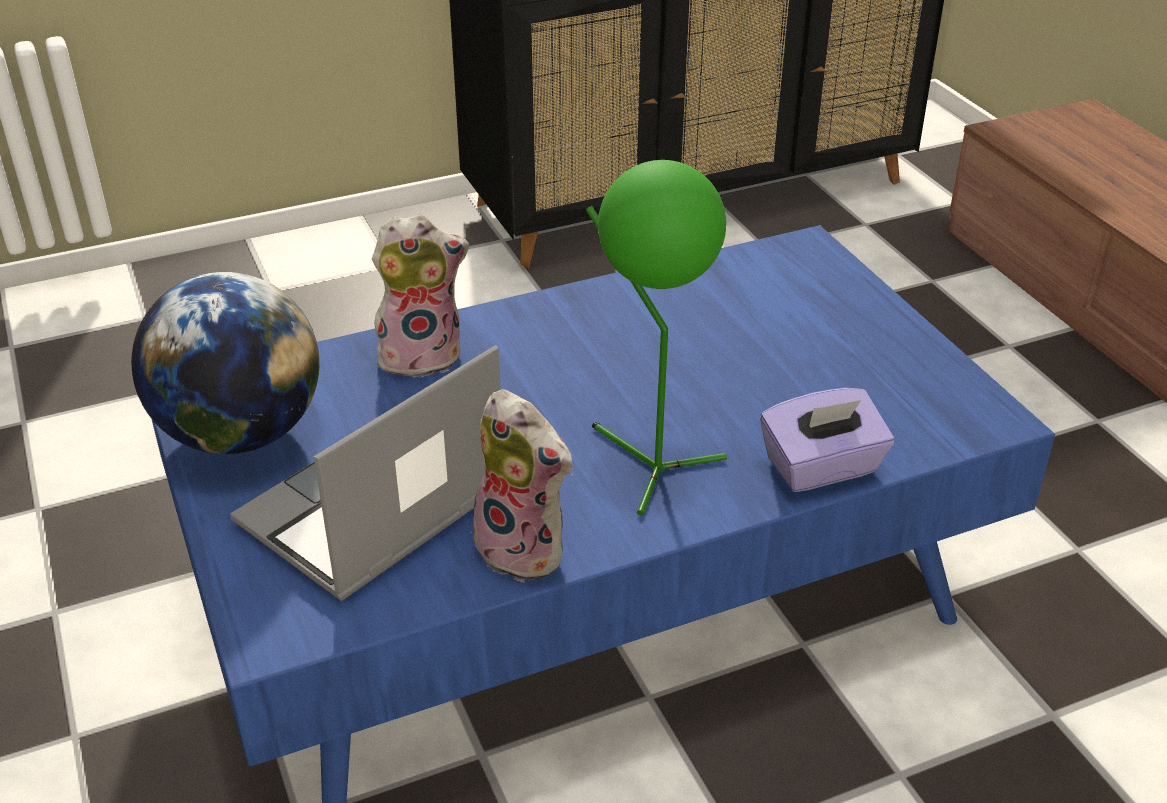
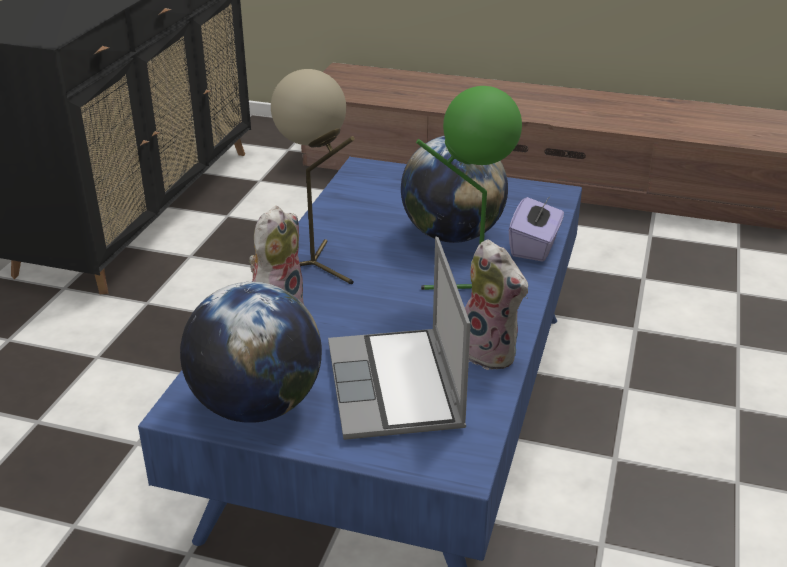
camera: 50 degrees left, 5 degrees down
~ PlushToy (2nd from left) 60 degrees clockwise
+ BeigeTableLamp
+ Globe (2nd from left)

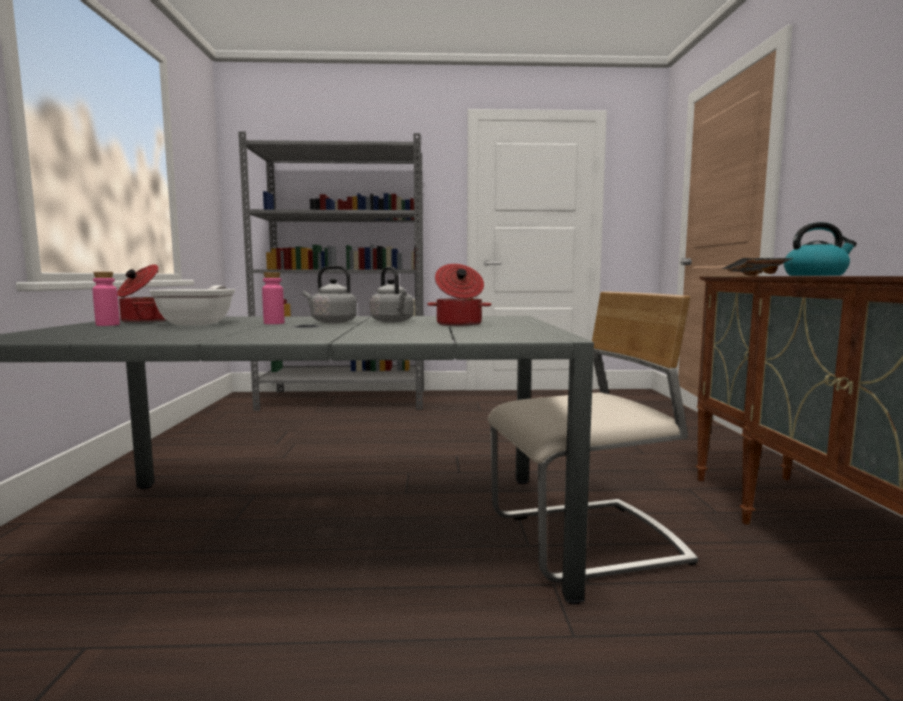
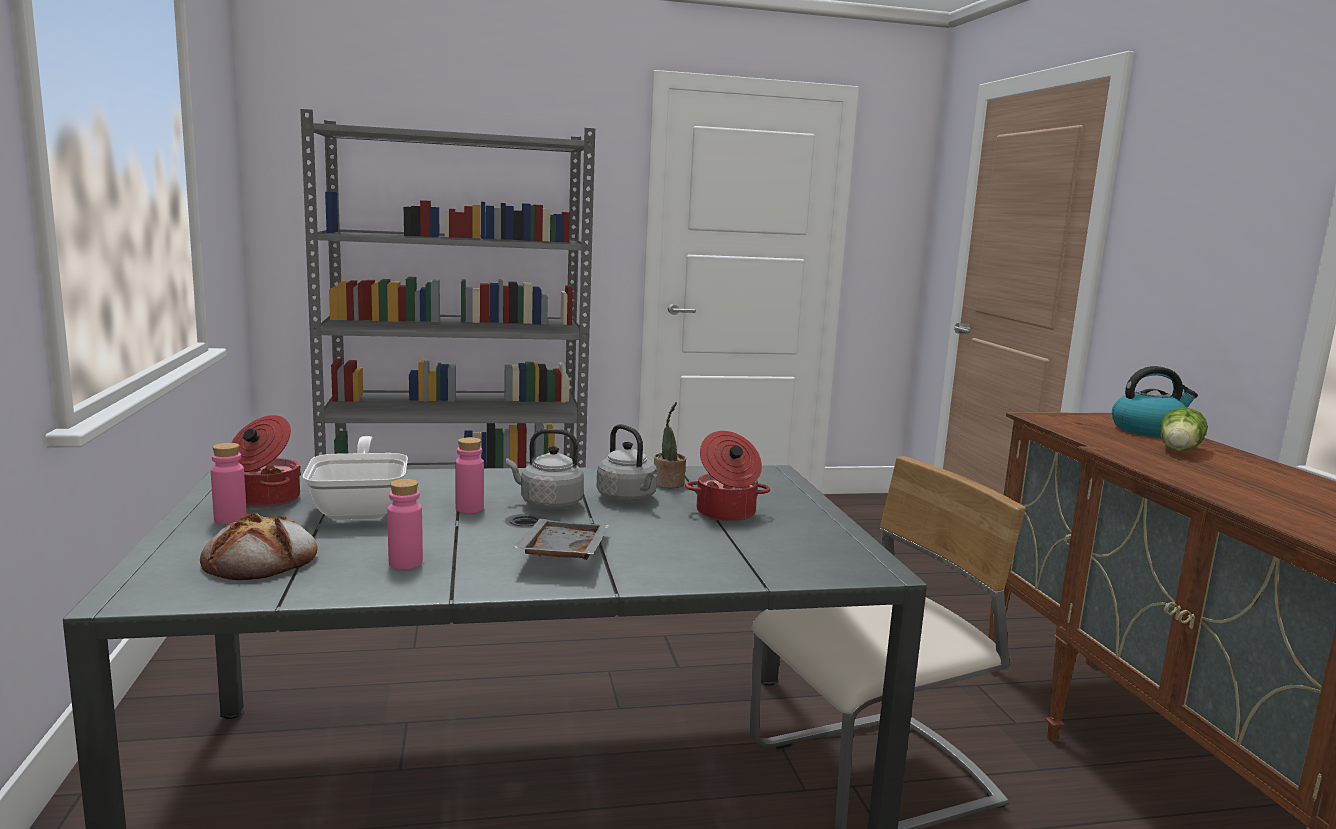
camera: 10 degrees left, 5 degrees up
~ GreyTray
+ PottedPlant
+ Lettuce
+ PinkBottle (2nd from left)
+ Bread

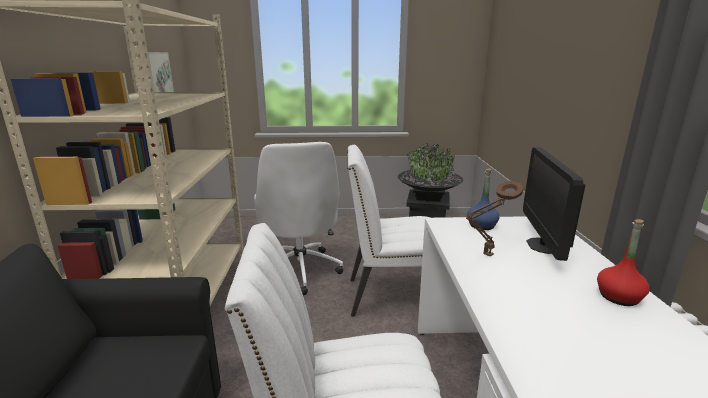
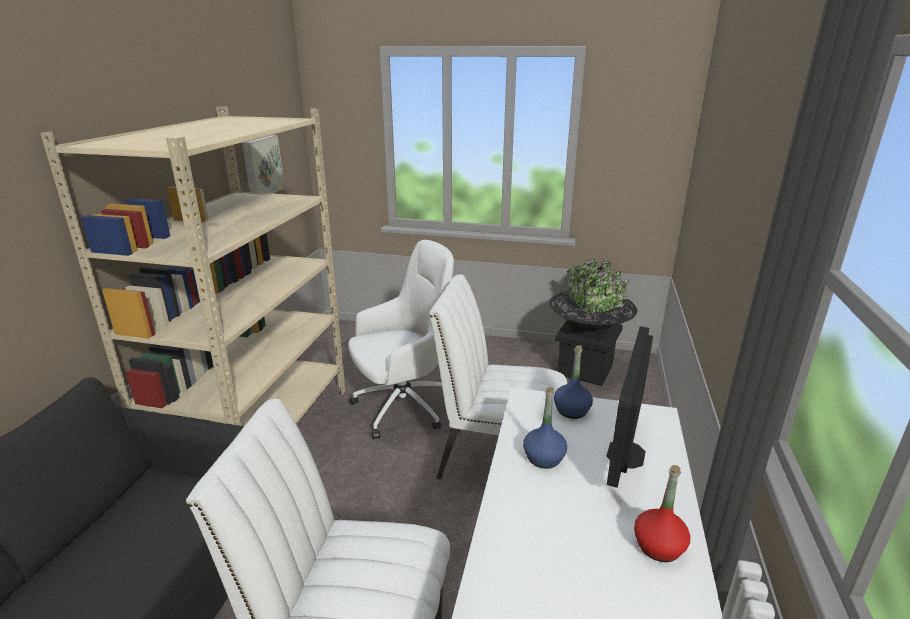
camera: 15 degrees right, 5 degrees up
~ WhiteOfficeChair 120 degrees counterclockwise
~ BrownTableLamp to BlueBottle (1st from left)

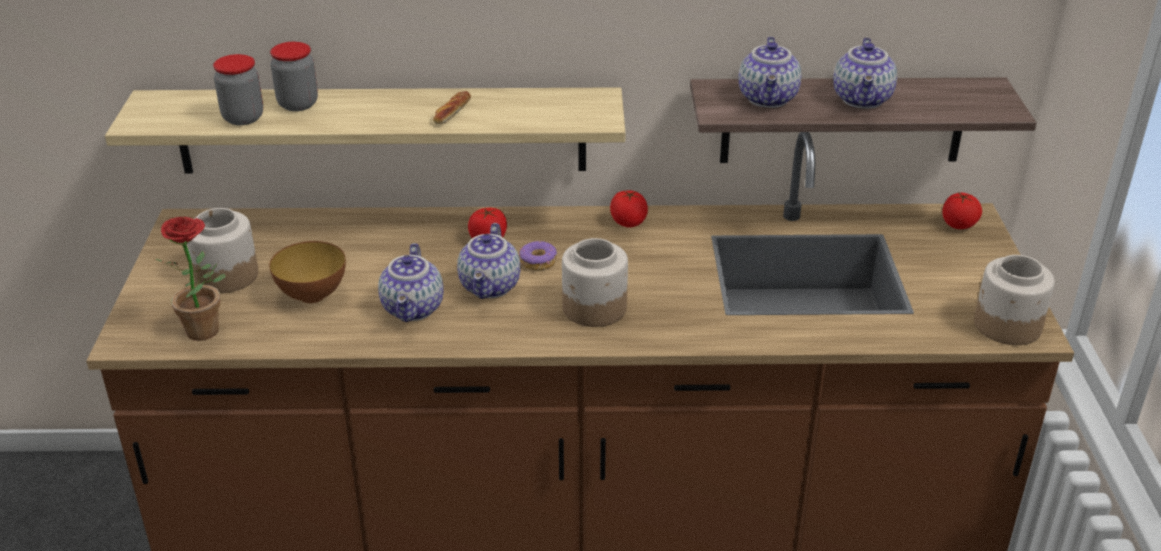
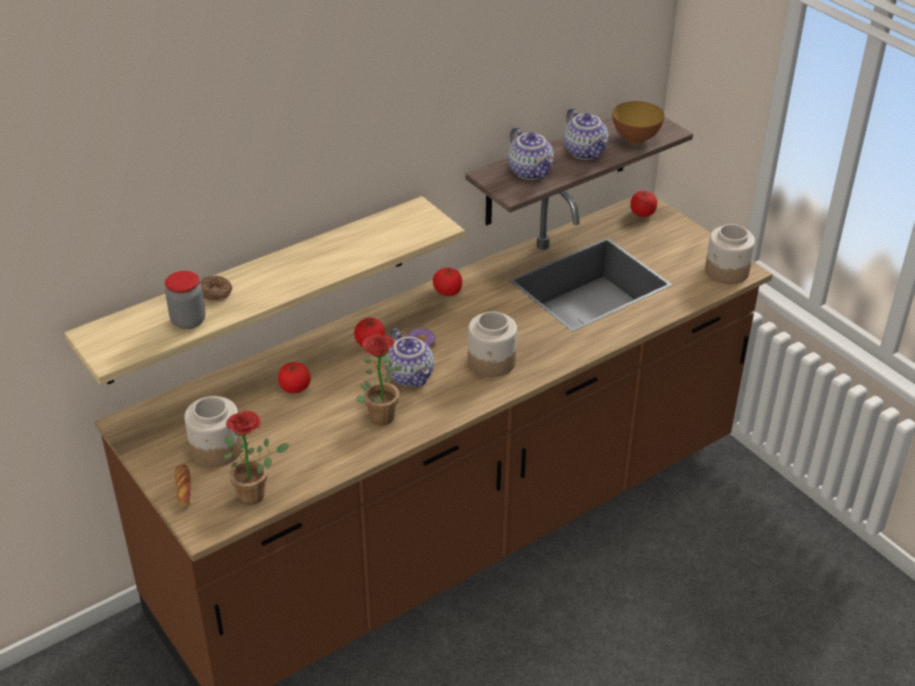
camera: 35 degrees left, 5 degrees up
~ Jar (3rd from left) to Donut (1st from left)
~ Bread
~ Bowl
~ Teapot (1st from left) to PottedPlant (2nd from left)
+ Tomato (1st from left)

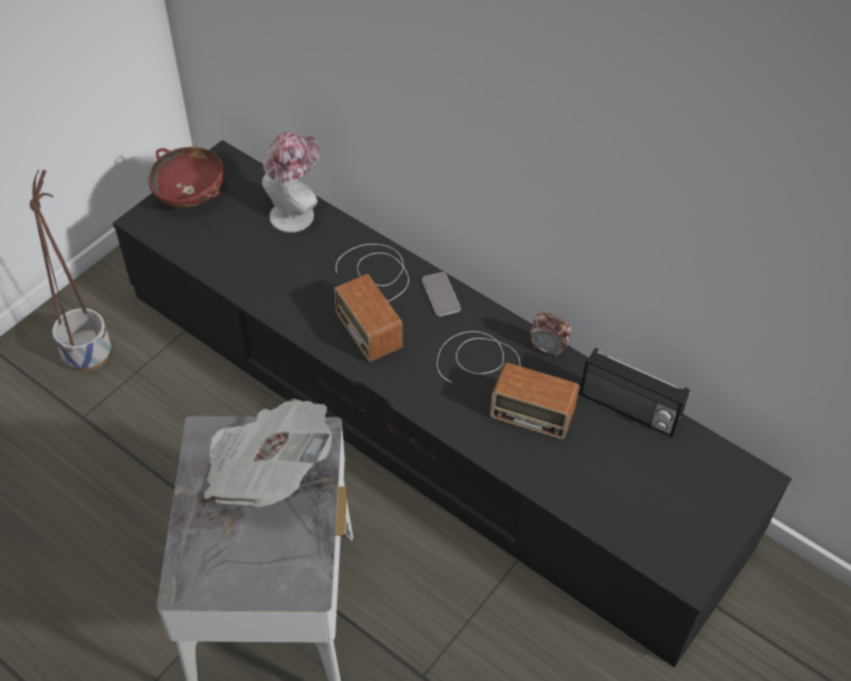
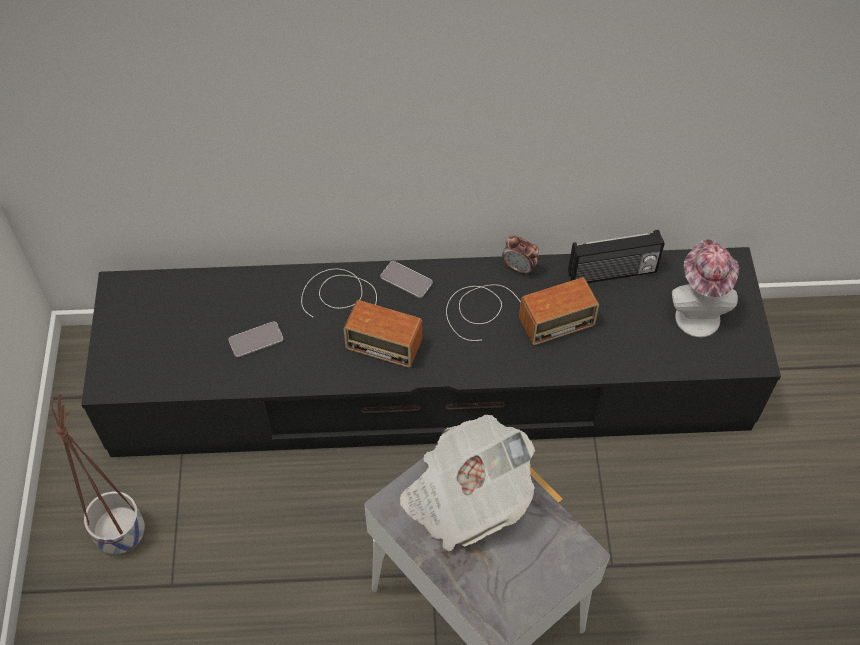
camera: 40 degrees left, 5 degrees up
~ Hat
- RedBowl
~ AlarmClock 45 degrees clockwise
+ Phone (1st from left)

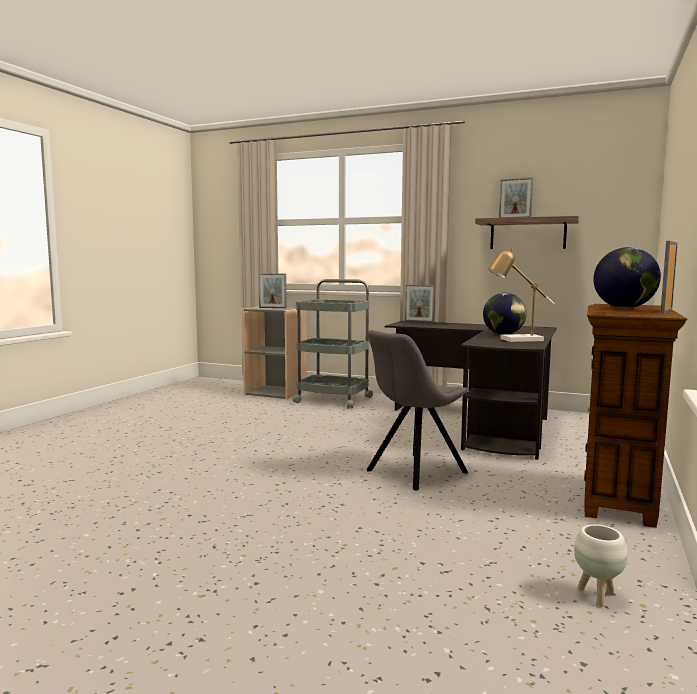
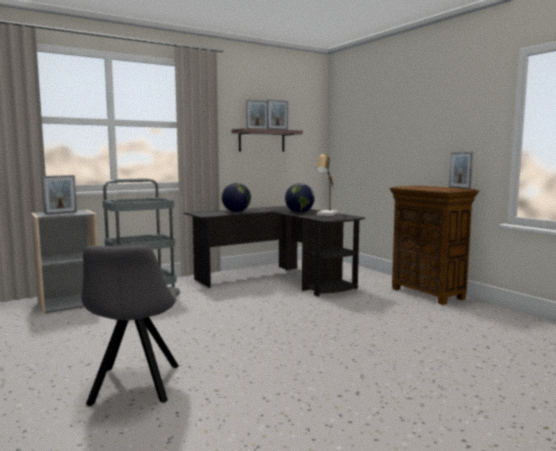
camera: 55 degrees left, 0 degrees up
~ Globe (2nd from left in the first image) to Globe (1st from left)
~ PictureFrame (2nd from left in the first image) to PictureFrame (3rd from left)
~ GreyChair
- WhitePlanter

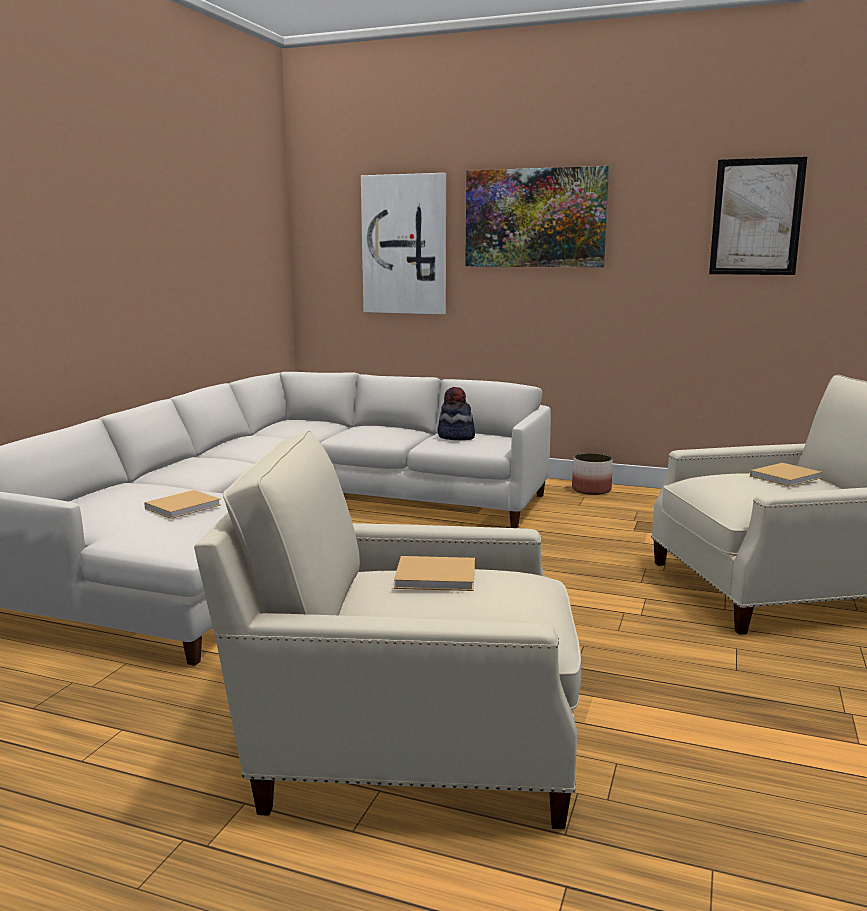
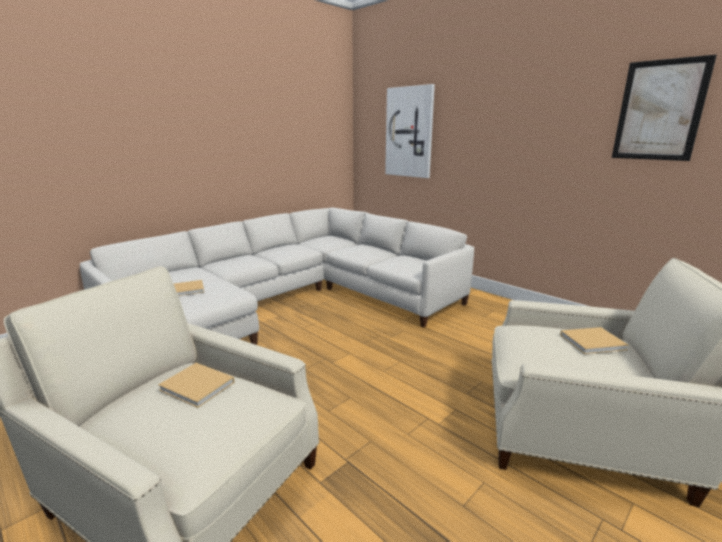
camera: 25 degrees right, 5 degrees up
- Picture (2nd from left)
- Hat
- Planter

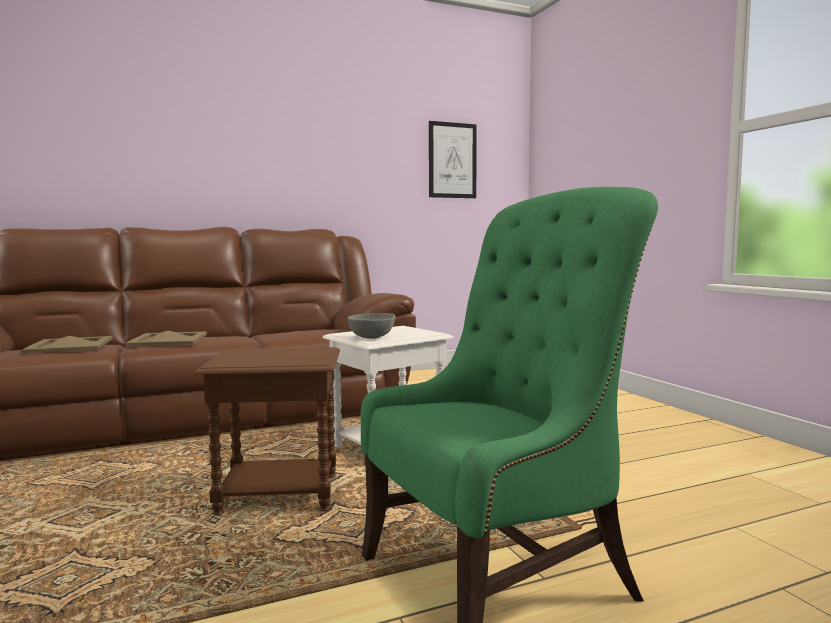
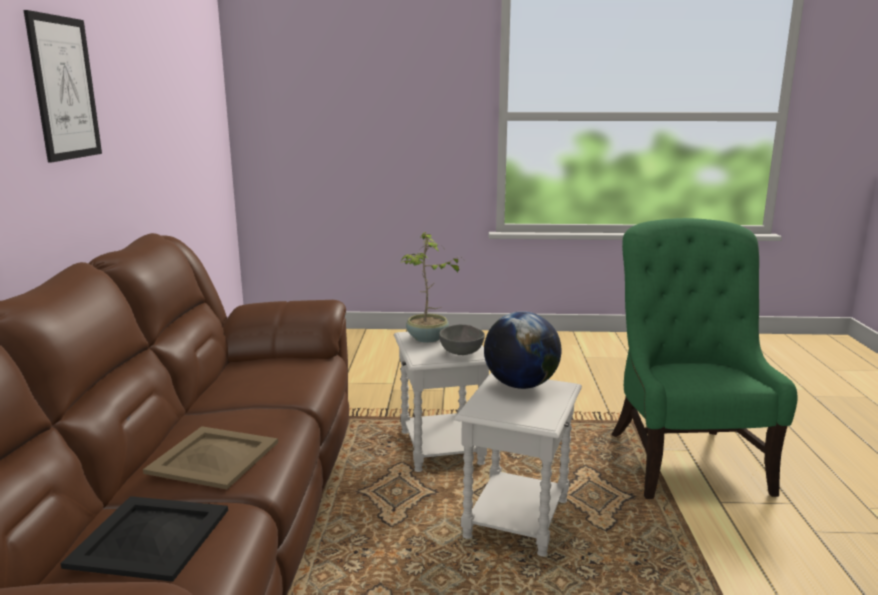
camera: 65 degrees left, 10 degrees up
~ Picture
~ BeigeTray (1st from left) to BlackTray
~ BrownSideTable to WhiteSideTable (2nd from left)
+ PottedPlant
+ Globe

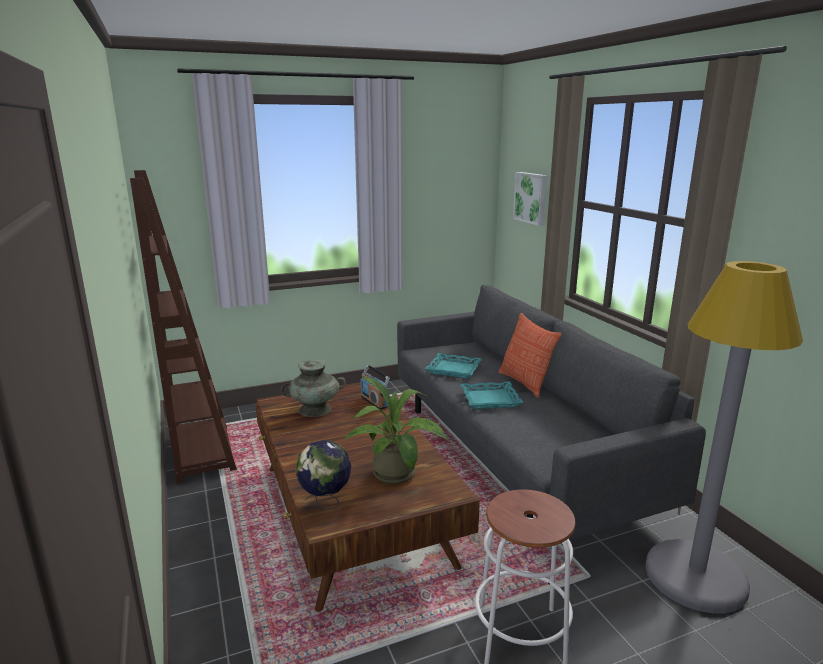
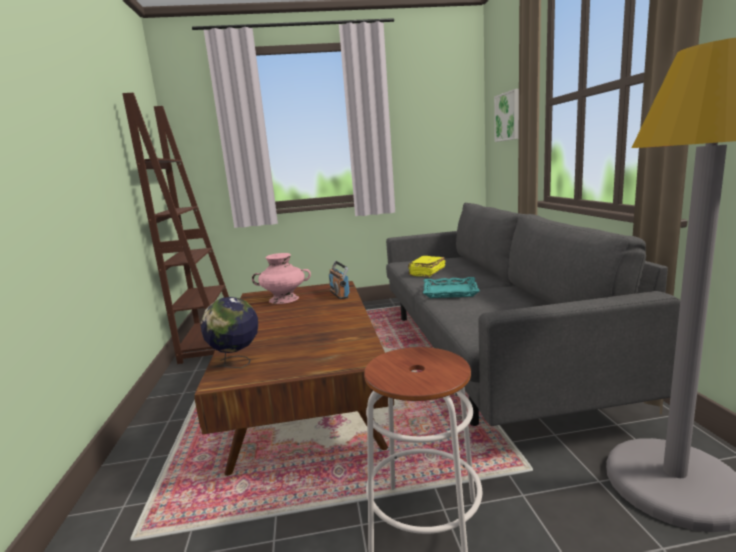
camera: 15 degrees right, 5 degrees down
- OrangePillow
~ TurquoiseTray (1st from left) to YellowBook
~ TurquoiseVase to PinkVase
- PottedPlant

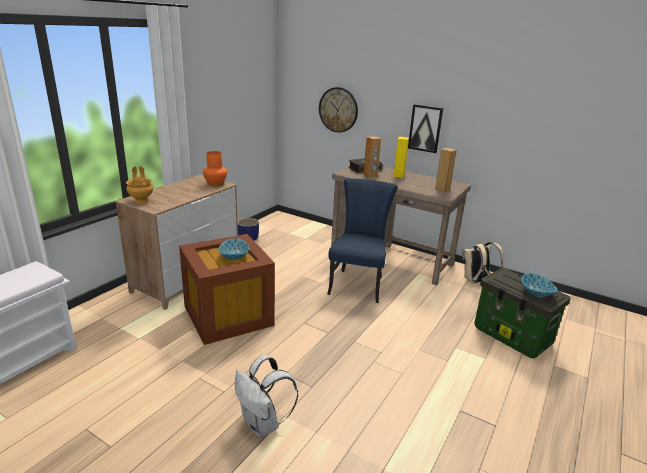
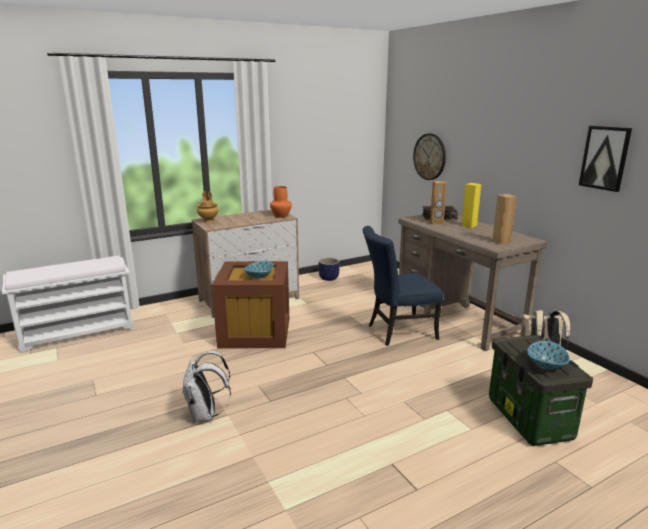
camera: 30 degrees right, 5 degrees down
~ Picture
~ BlueChair 150 degrees counterclockwise

